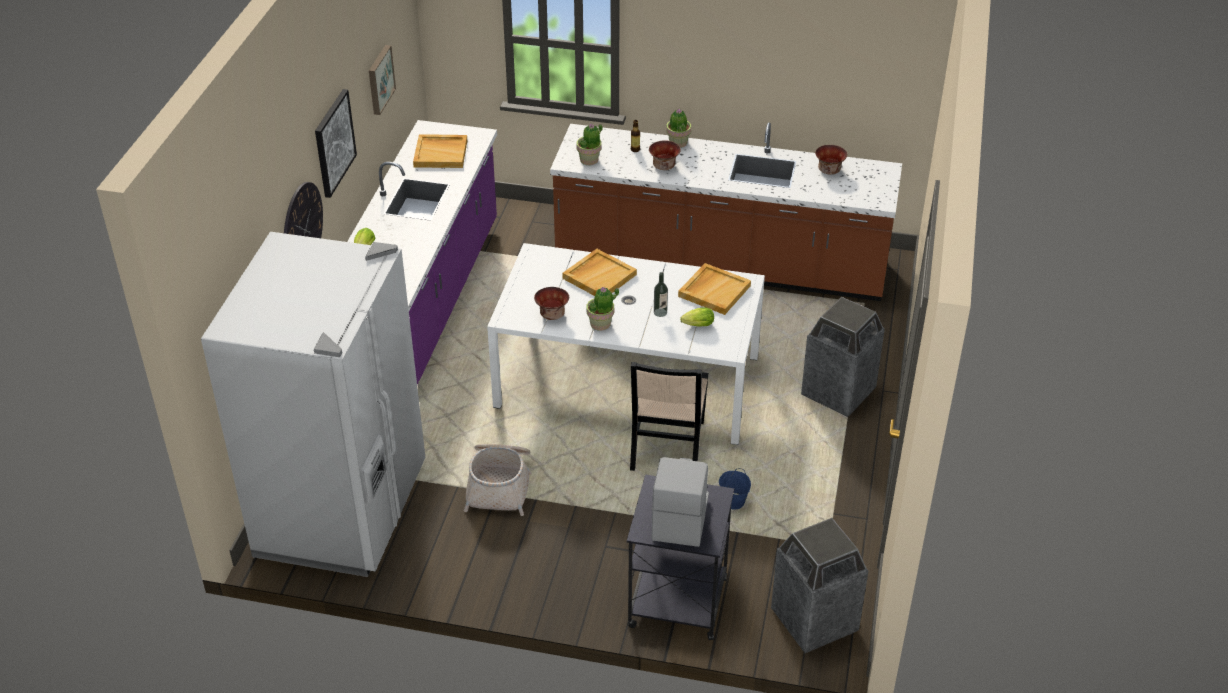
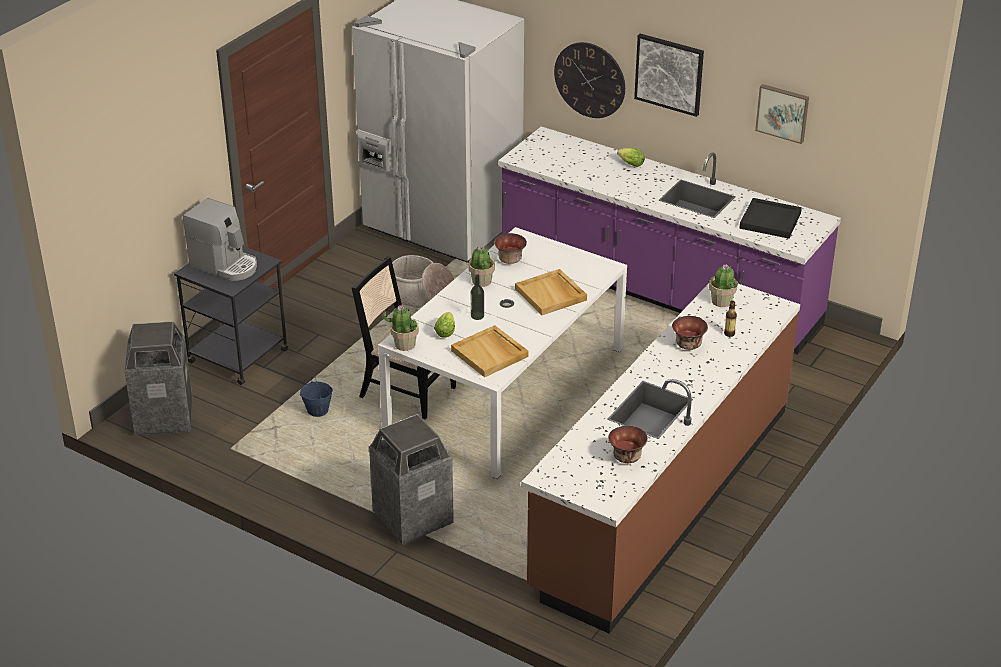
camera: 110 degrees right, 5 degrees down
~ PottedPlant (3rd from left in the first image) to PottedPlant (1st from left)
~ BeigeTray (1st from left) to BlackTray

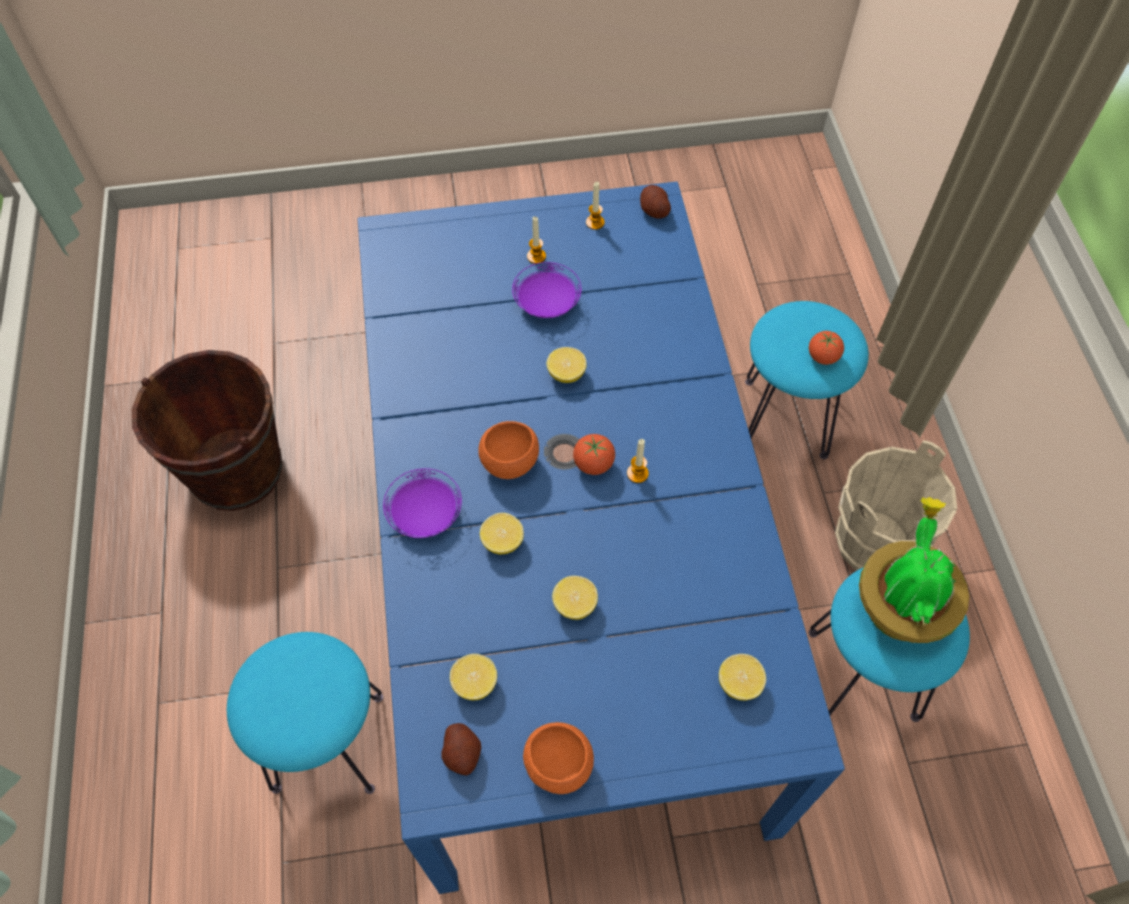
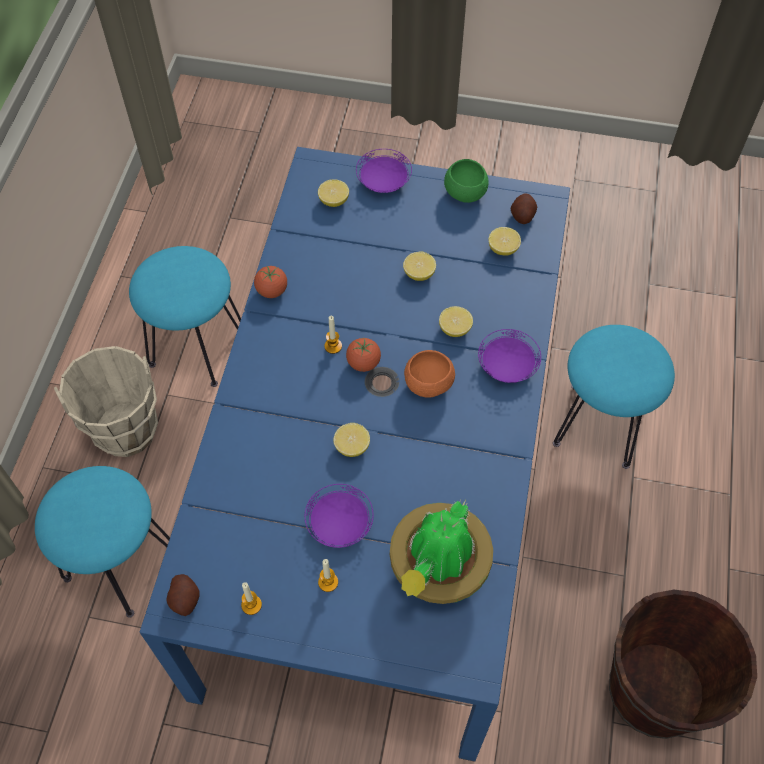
camera: 160 degrees left, 0 degrees up
~ Tomato (2nd from left in the first image) to Tomato (1st from left)
~ PottedPlant
~ OrangeBowl (2nd from left) to GreenBowl
+ PurplePlate (2nd from left)

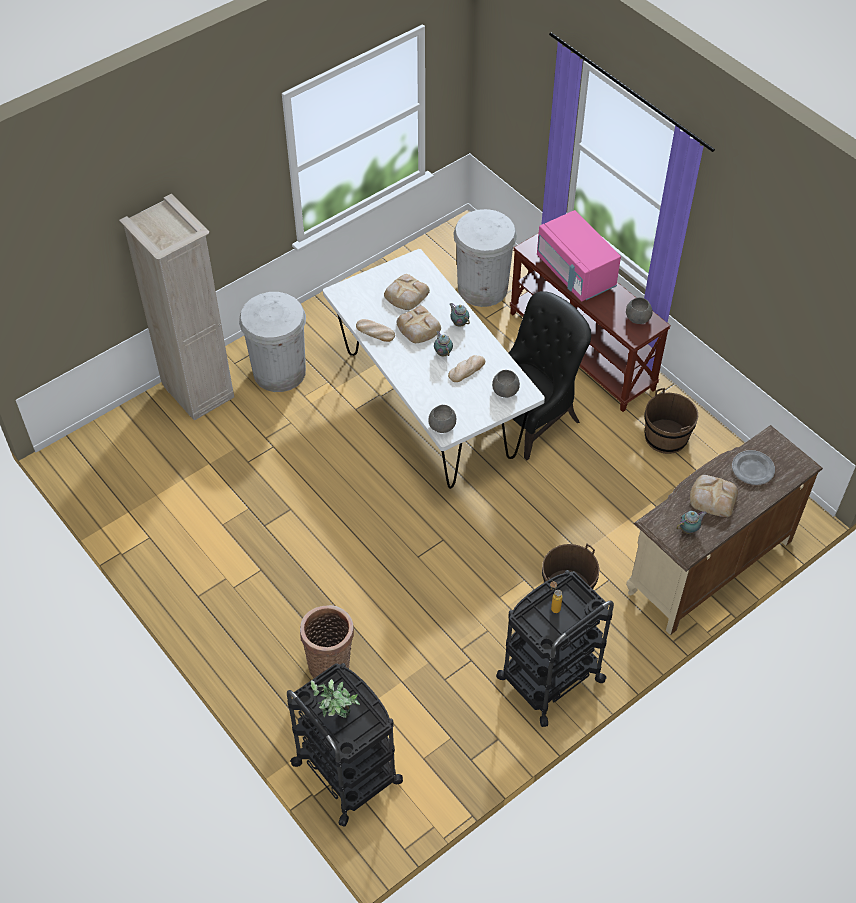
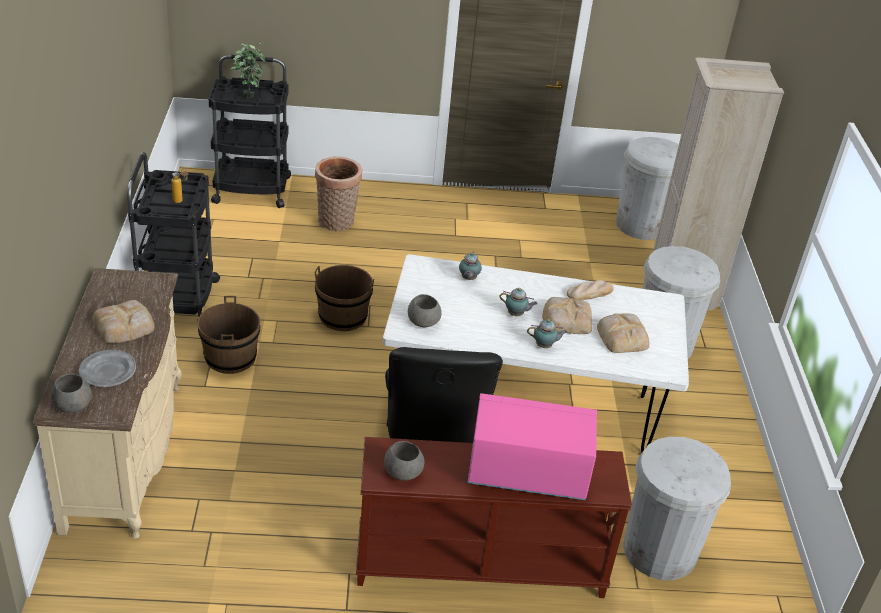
camera: 125 degrees right, 15 degrees down
- Bread (4th from left)
~ BrownBucket (2nd from left)
~ GreyBowl (1st from left)
~ Teapot (3rd from left in the first image) to Teapot (1st from left)
+ WhiteTrashCan (1st from left)

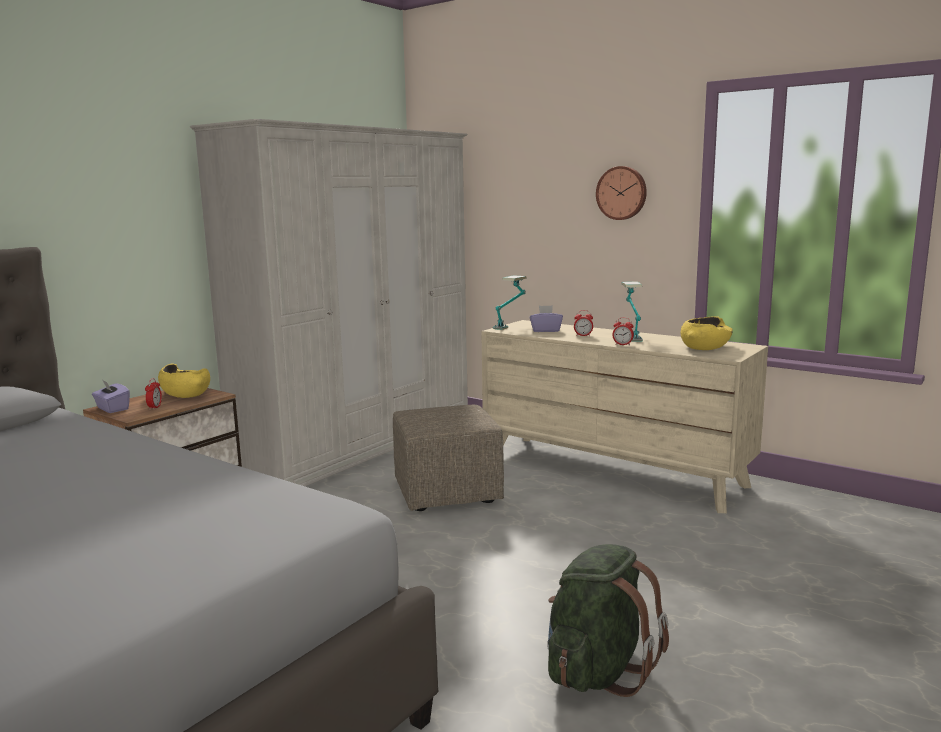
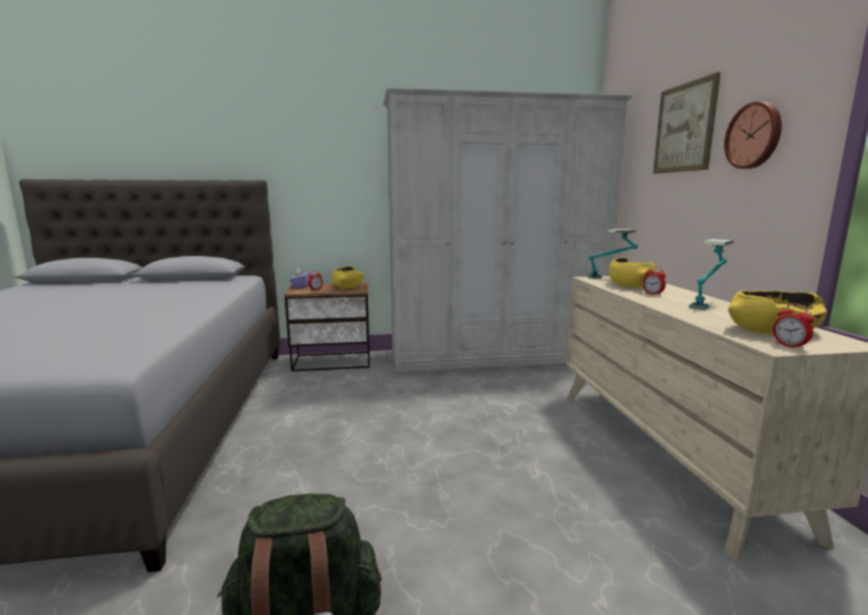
camera: 45 degrees right, 0 degrees up
~ PurpleTissueBox (2nd from left) to YellowBowl (2nd from left)
~ AlarmClock (3rd from left)
- BeigeOttoman
+ Picture

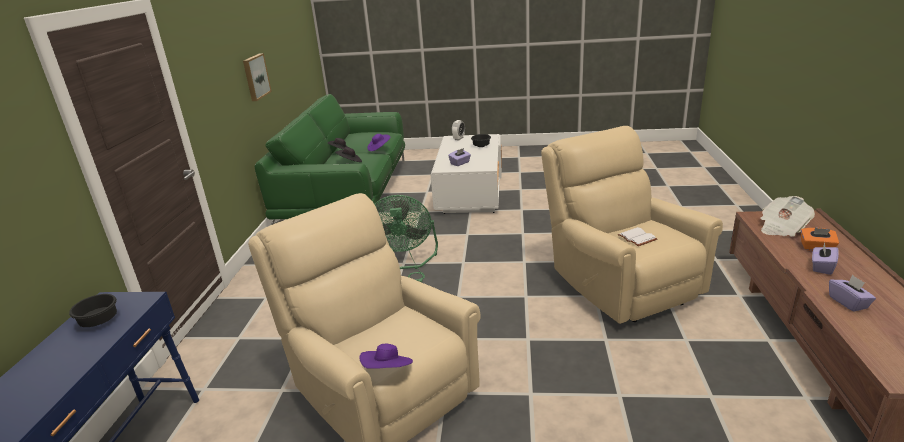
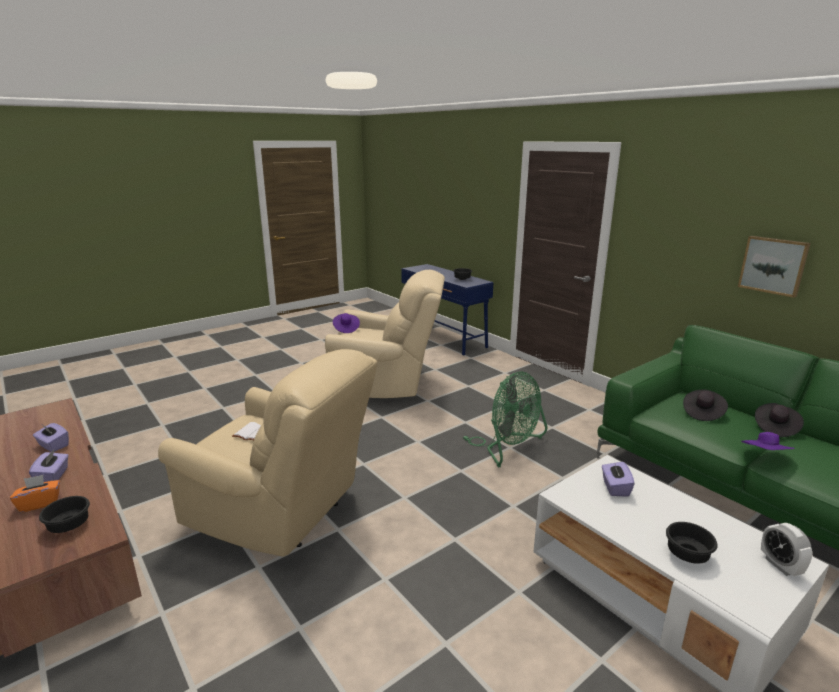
camera: 135 degrees right, 5 degrees down
~ Newspaper to BlackBowl (1st from left)

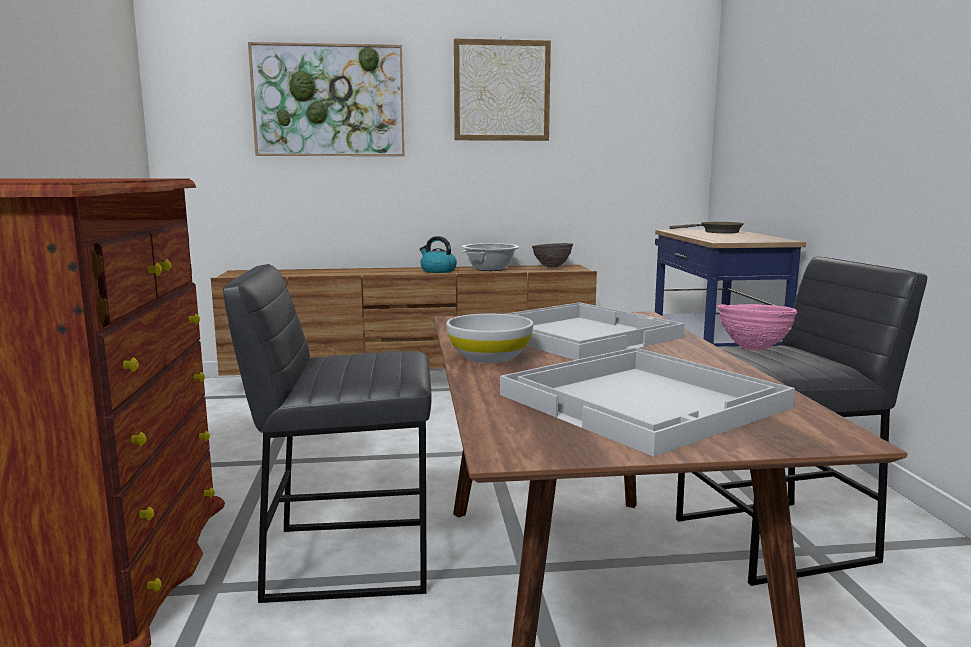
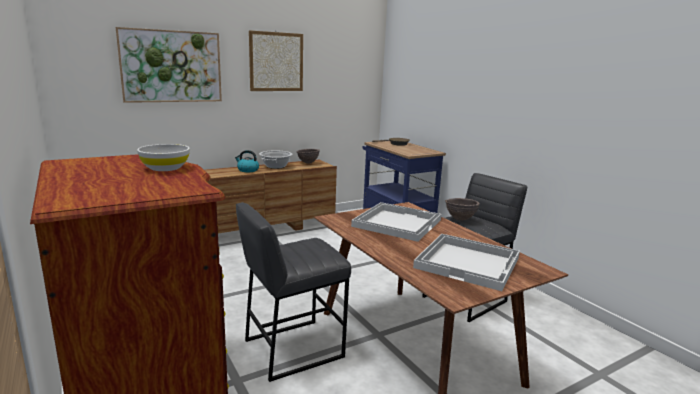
camera: 25 degrees left, 5 degrees up
~ PinkBowl to BrownBowl (2nd from left)
~ WhiteBowl

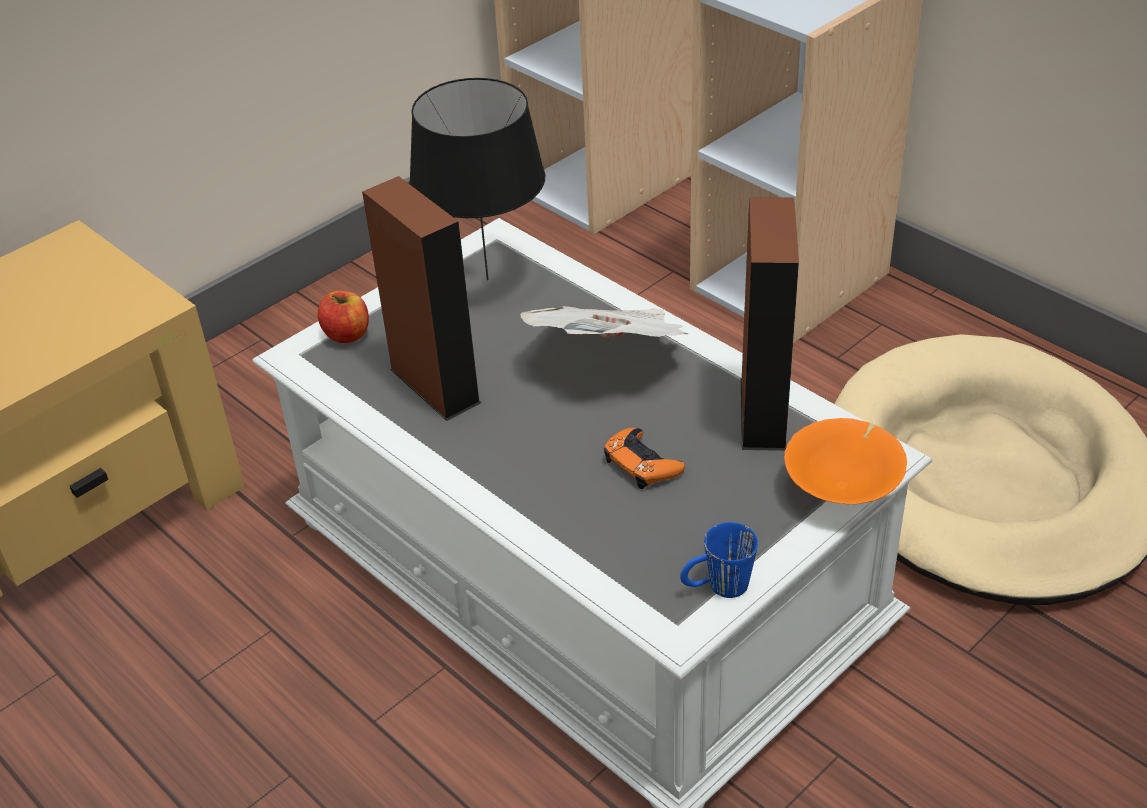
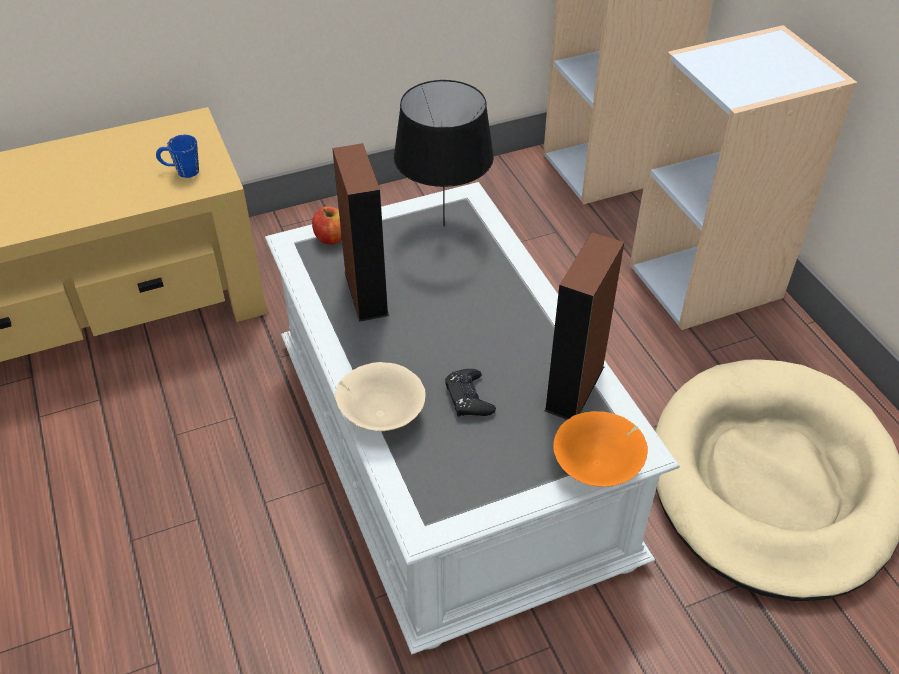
camera: 20 degrees right, 5 degrees up
- Newspaper
~ OrangeGameController to BlackGameController
~ BlueMug
+ BeigeBowl

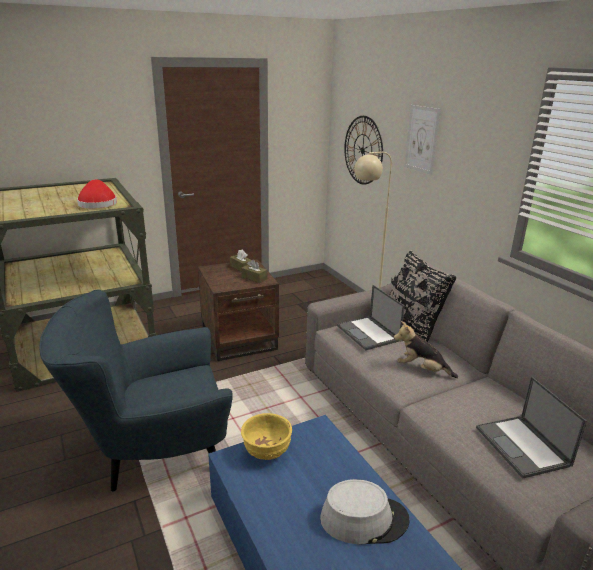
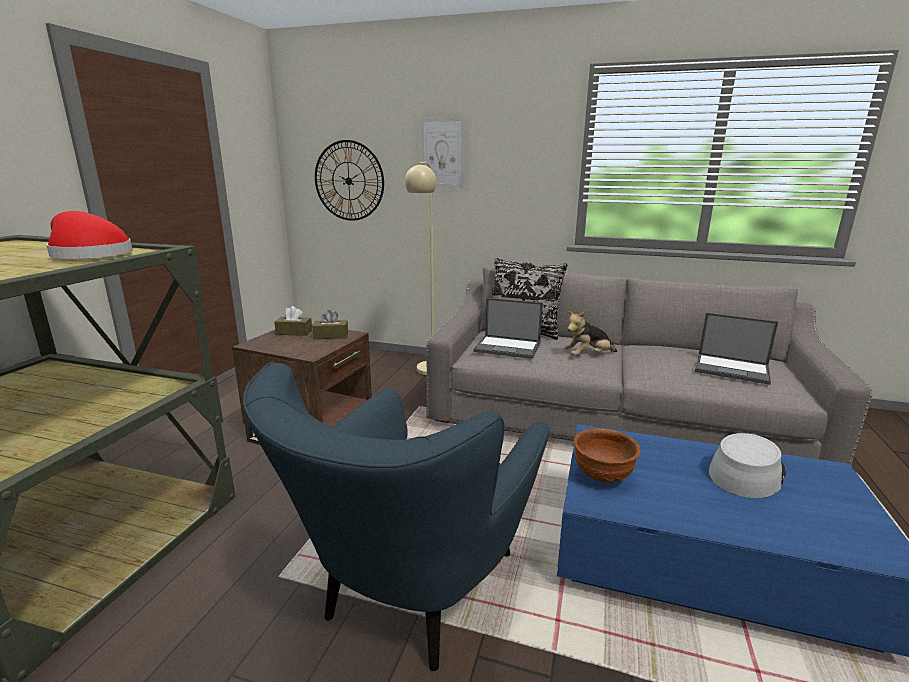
camera: 45 degrees left, 5 degrees down
~ YellowBowl to BrownBowl

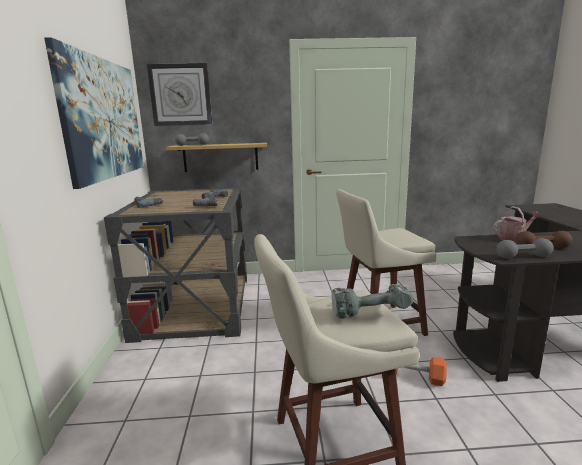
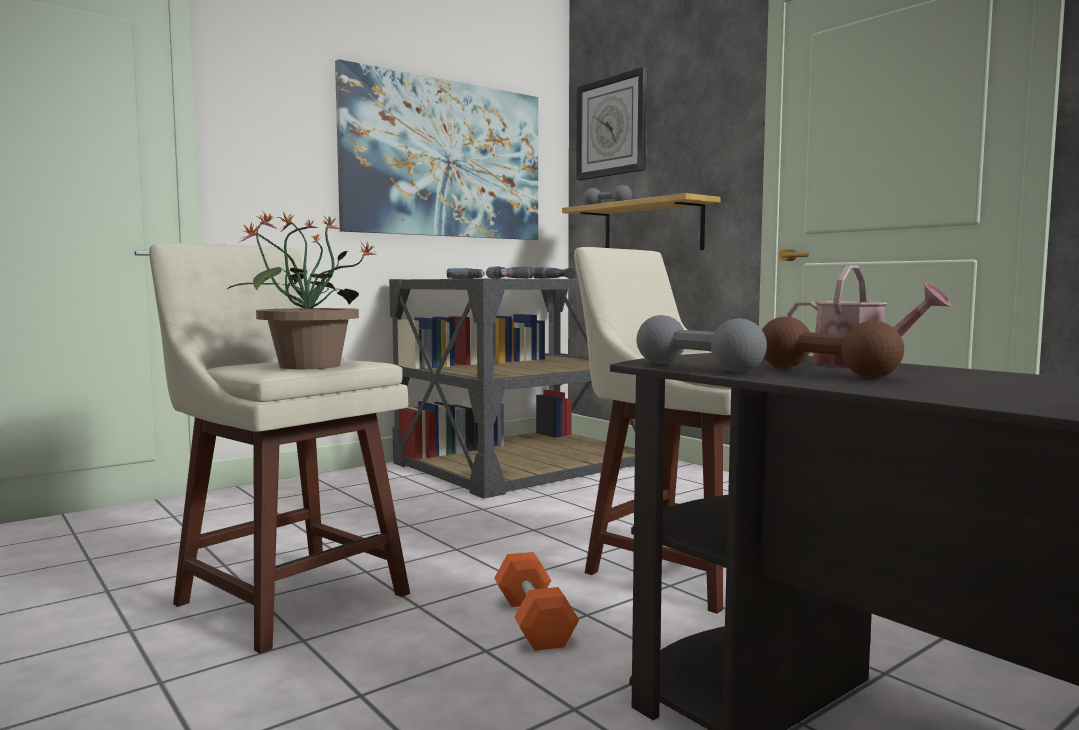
camera: 55 degrees right, 10 degrees down
~ PowerDrill (4th from left) to PottedPlant

